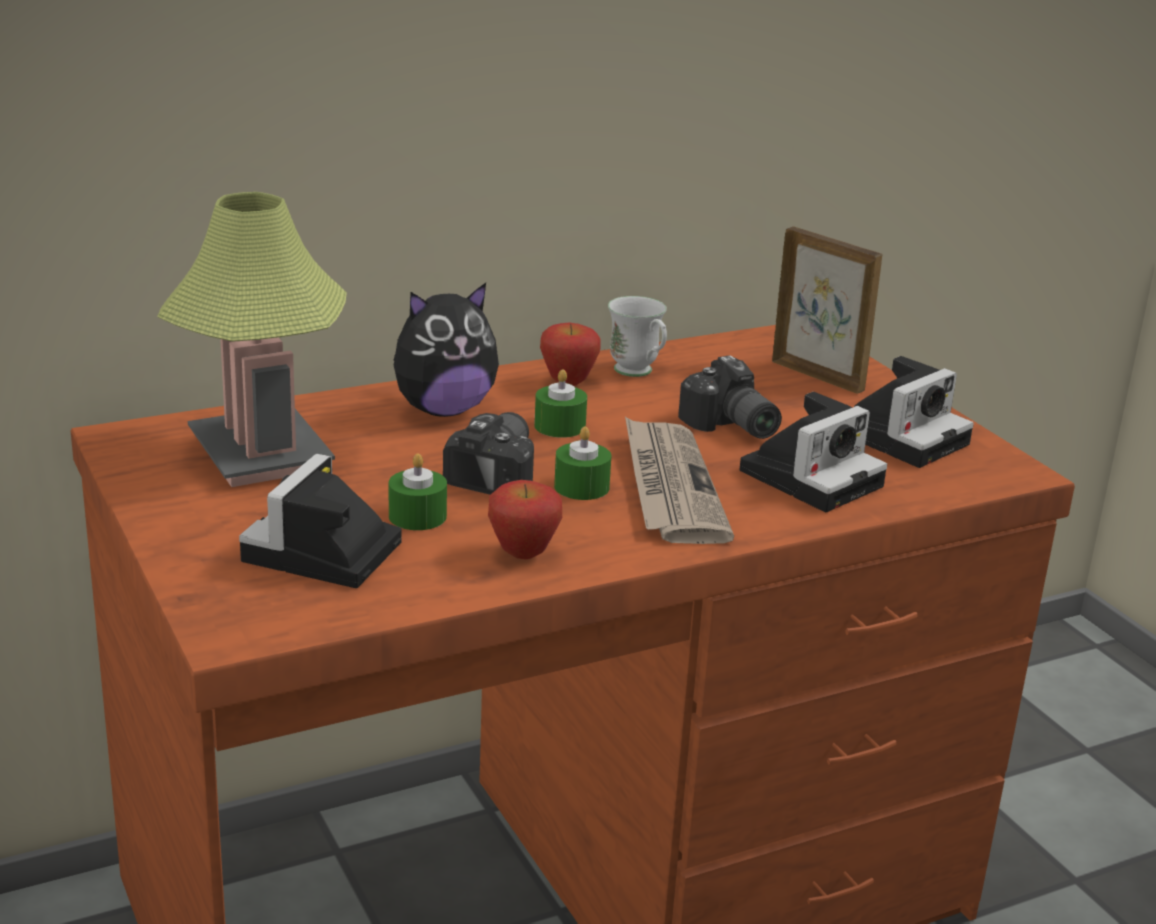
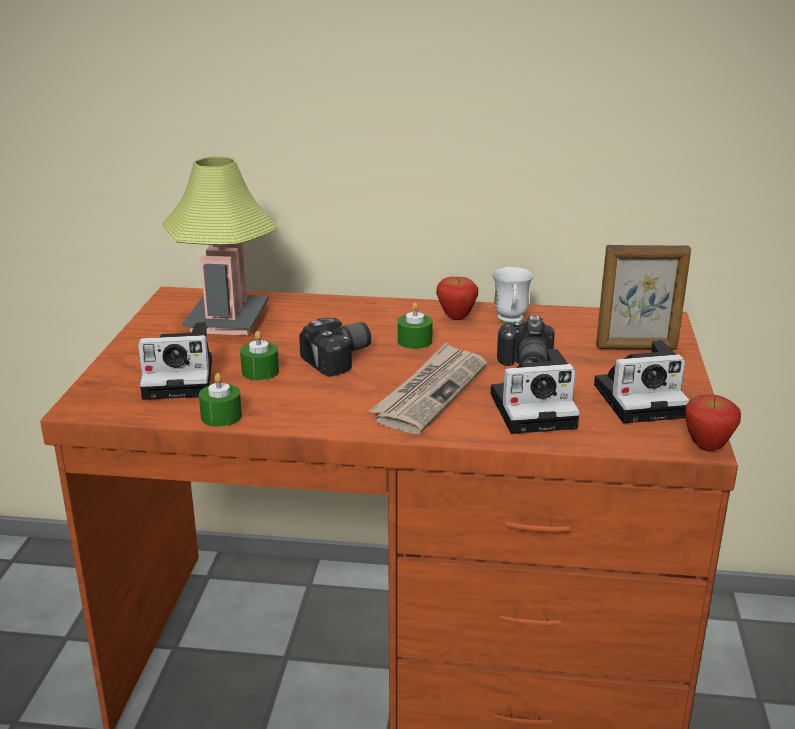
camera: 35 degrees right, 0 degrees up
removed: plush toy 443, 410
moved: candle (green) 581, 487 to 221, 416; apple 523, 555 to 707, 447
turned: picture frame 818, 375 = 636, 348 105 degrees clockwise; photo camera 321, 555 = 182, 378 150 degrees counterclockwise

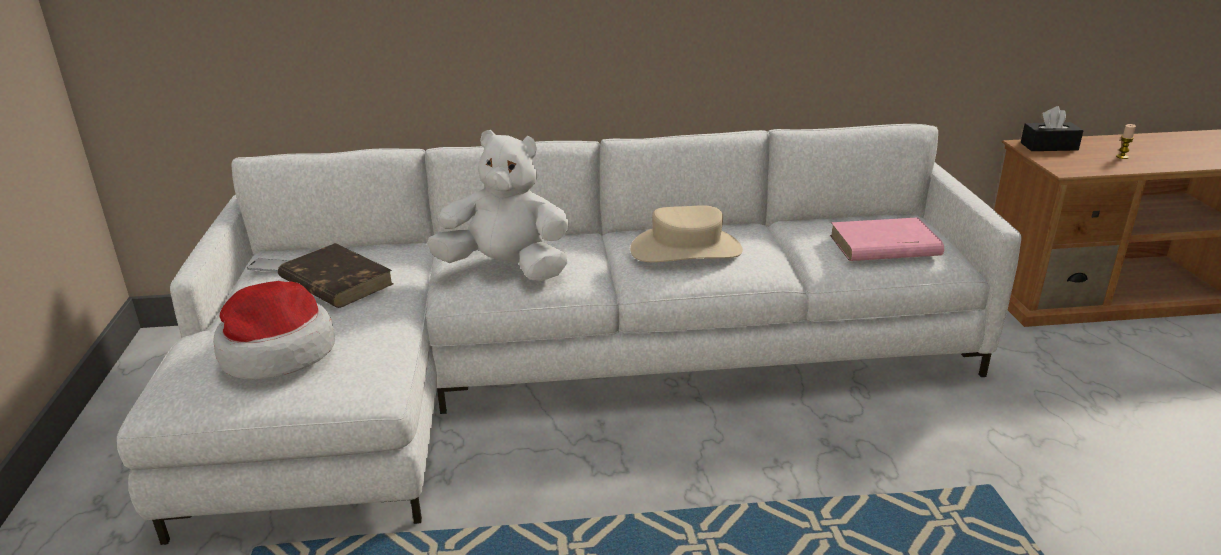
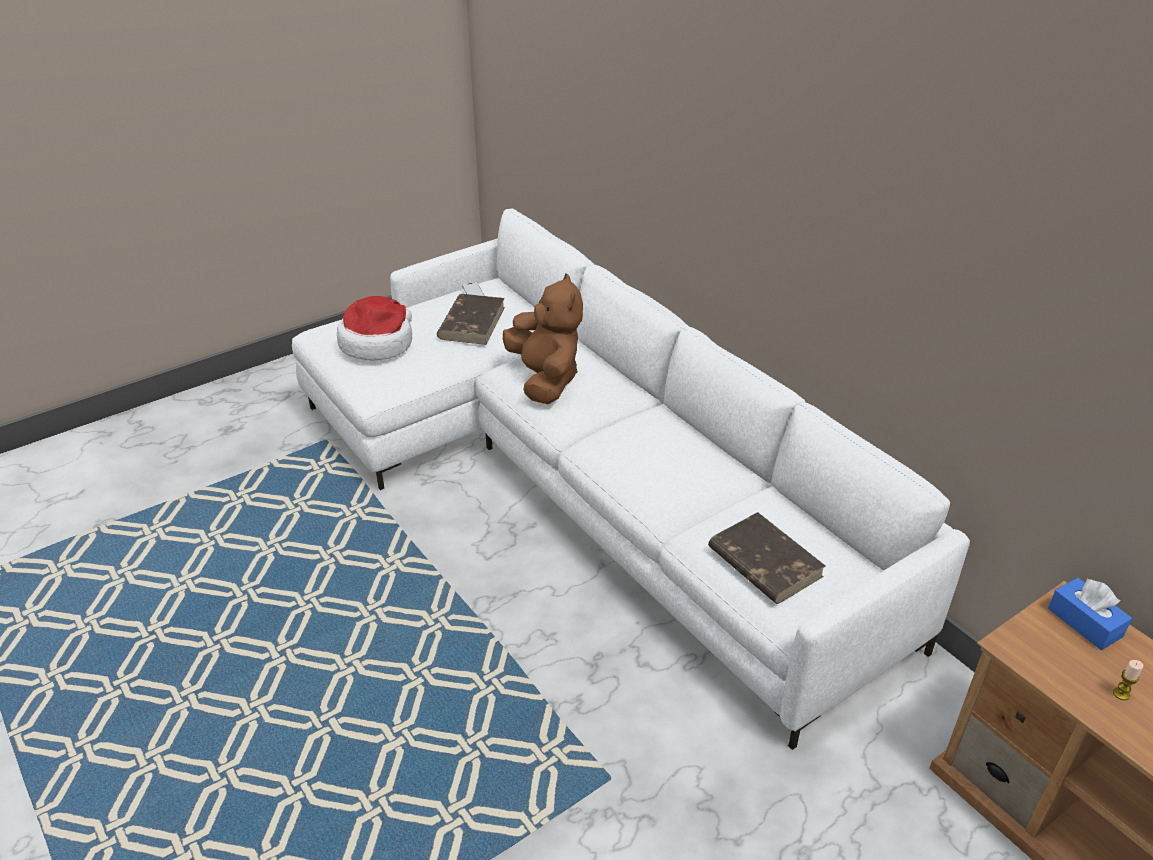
camera: 60 degrees right, 10 degrees up
removed: hat (beige) 686, 249
recoloured: tissue box (black) 1049, 146 to tissue box (blue) 1084, 622; plush toy (white) 506, 269 to plush toy (brown) 545, 379; book (pink) 883, 246 to book (brown) 764, 562

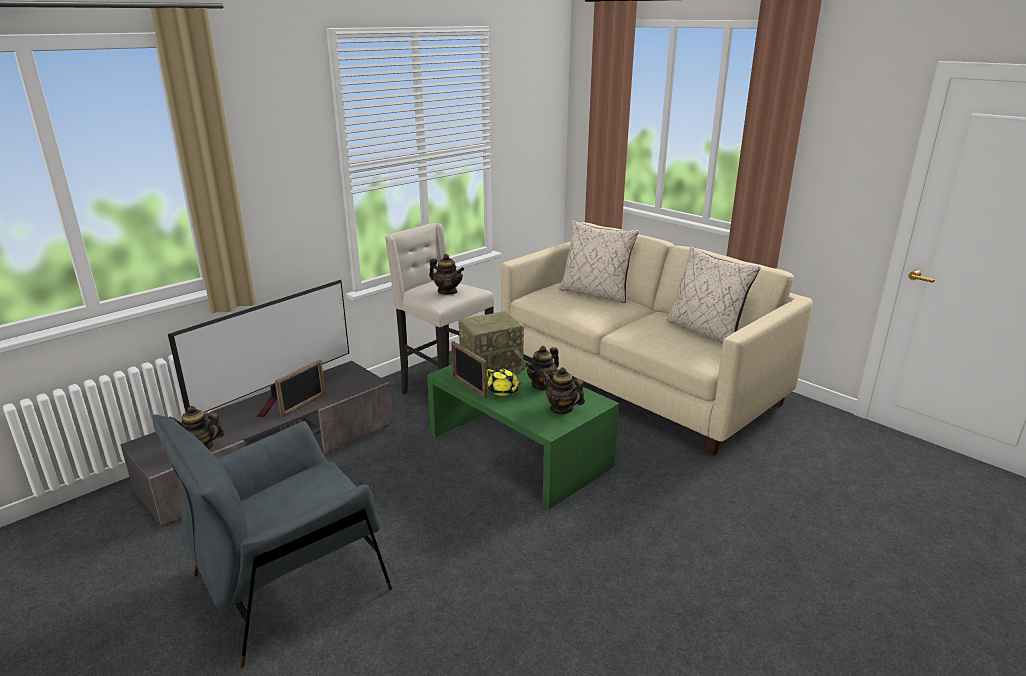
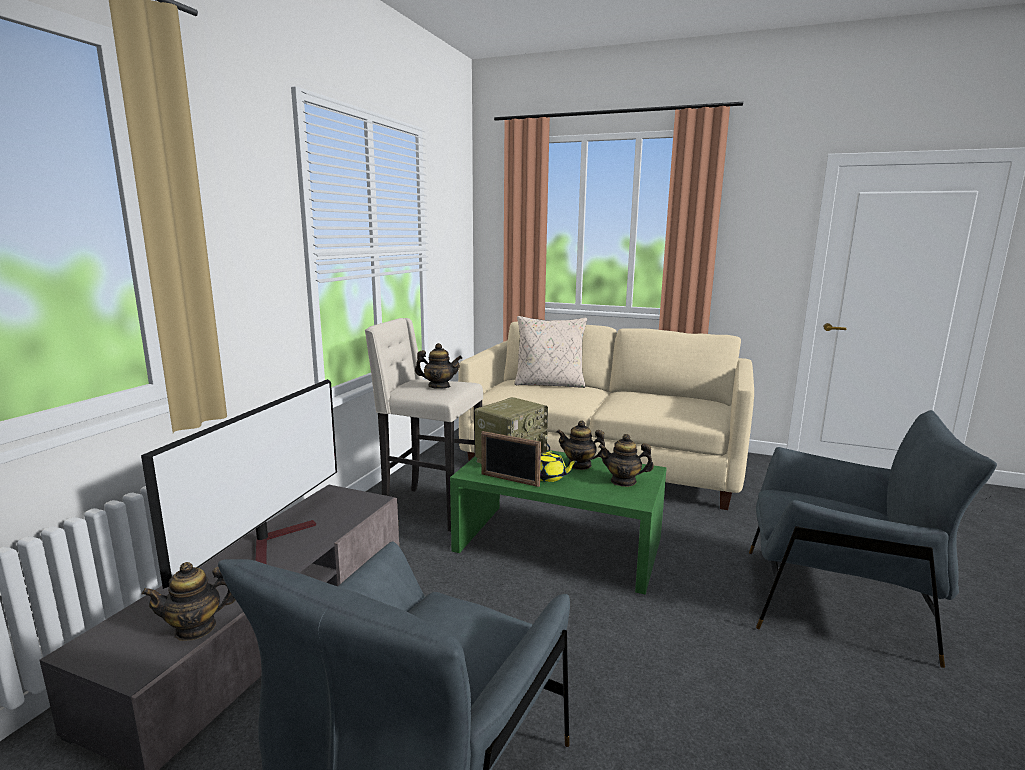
camera: 25 degrees left, 10 degrees down
removed: pillow (beige) 705, 331; picture frame 304, 405
added: armchair (grey) 835, 602
turned: teapot 542, 385 = 580, 465 90 degrees clockwise

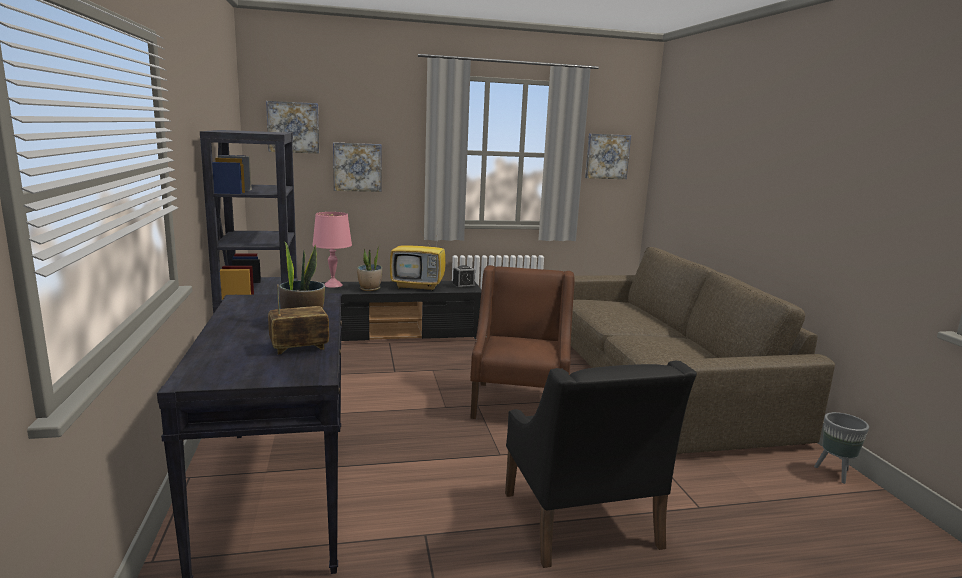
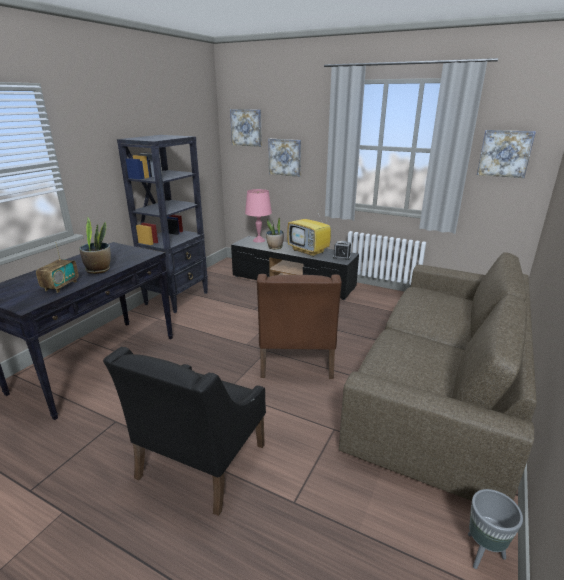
camera: 40 degrees right, 10 degrees up
turned: armchair (brown) 520, 403 = 296, 359 135 degrees clockwise; radio 299, 348 = 61, 286 90 degrees clockwise

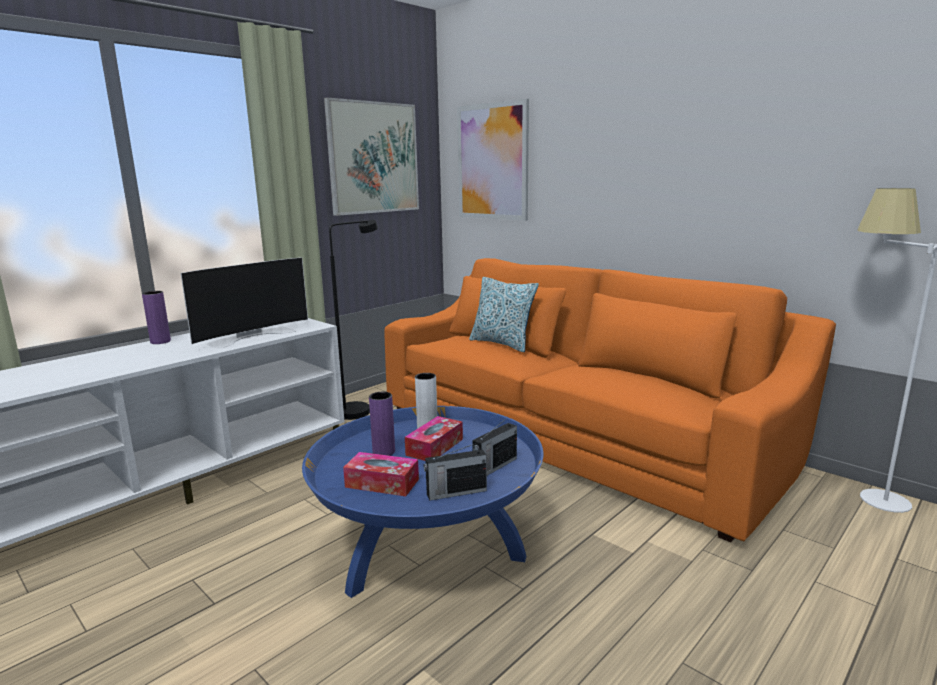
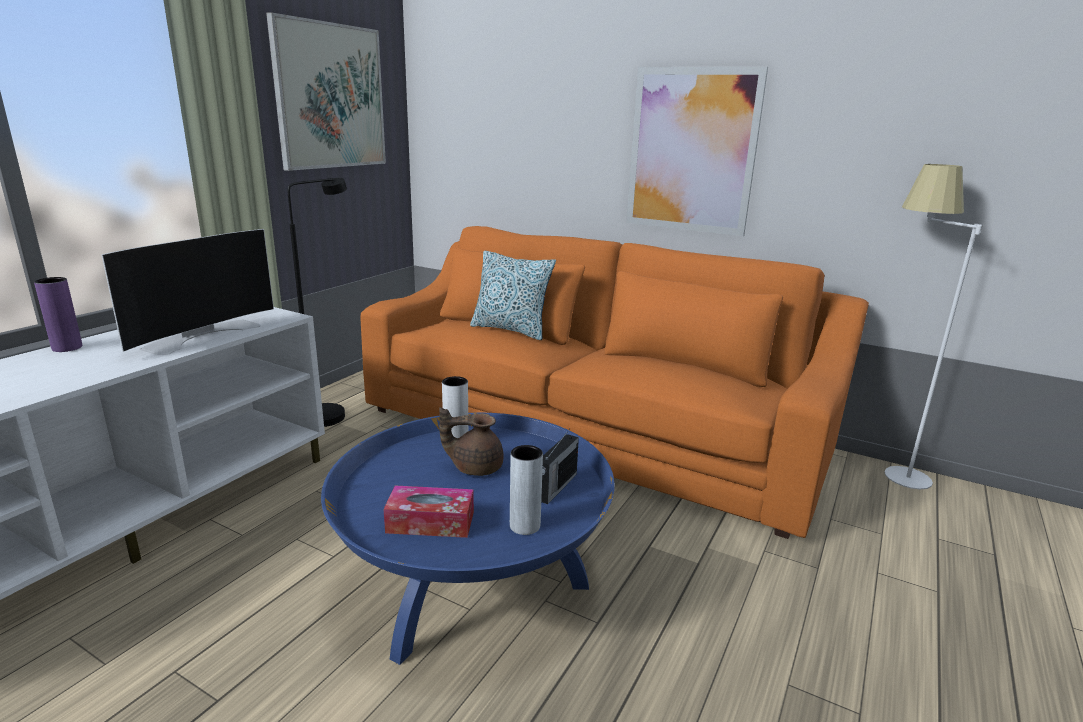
camera: 15 degrees left, 5 degrees up
removed: vase (purple) 383, 452
moved: picture 492, 162 to 692, 151
replaced: tissue box 434, 447 to teapot (brown) 475, 467; radio 455, 492 to vase (grey) 525, 526

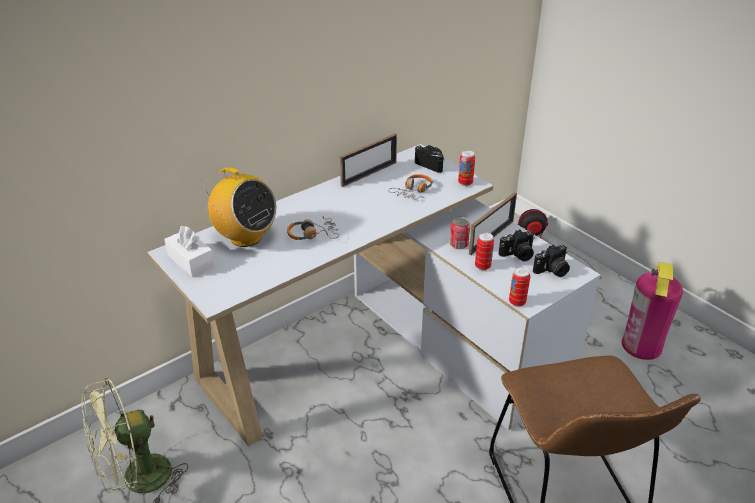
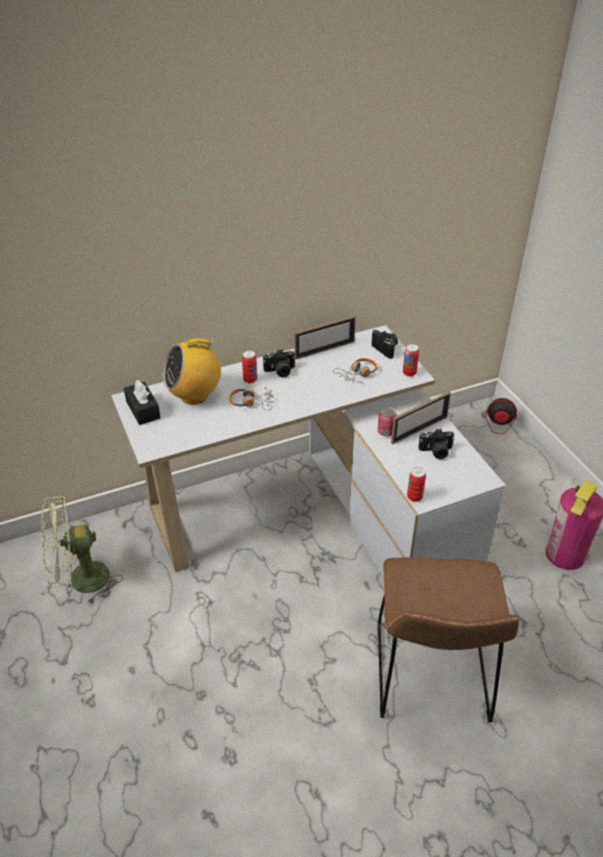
camera: 15 degrees right, 5 degrees up
moved: can 482, 266 to 250, 380; photo camera 552, 271 to 280, 371
recoloured: tissue box (white) 191, 261 to tissue box (black) 143, 410
turned: radio 245, 237 = 194, 395 105 degrees clockwise

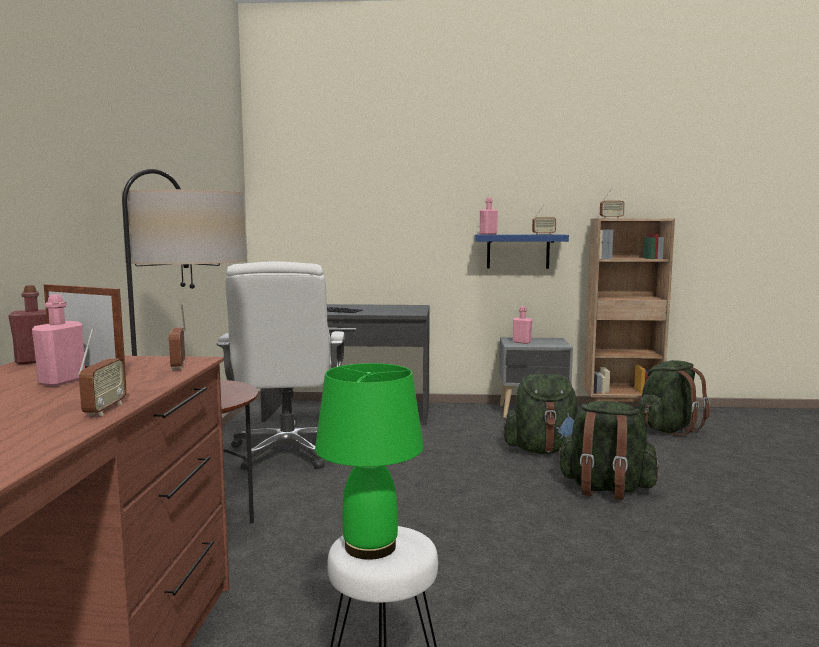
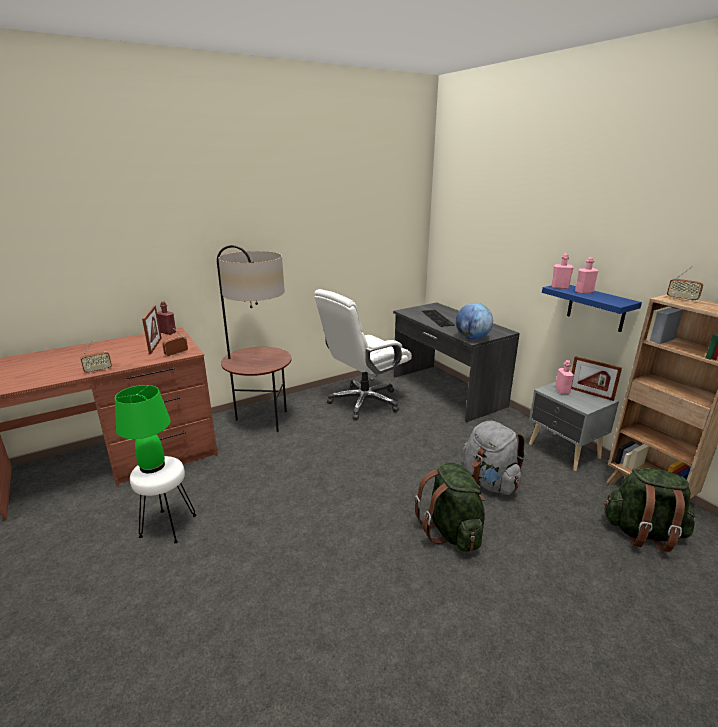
camera: 55 degrees right, 15 degrees up
removed: radio 543, 234
added: globe 472, 338; picture frame 590, 394
moved: bottle (pink) 62, 381 to 584, 292
recoloured: backpack (green) 544, 450 to backpack (grey) 489, 482

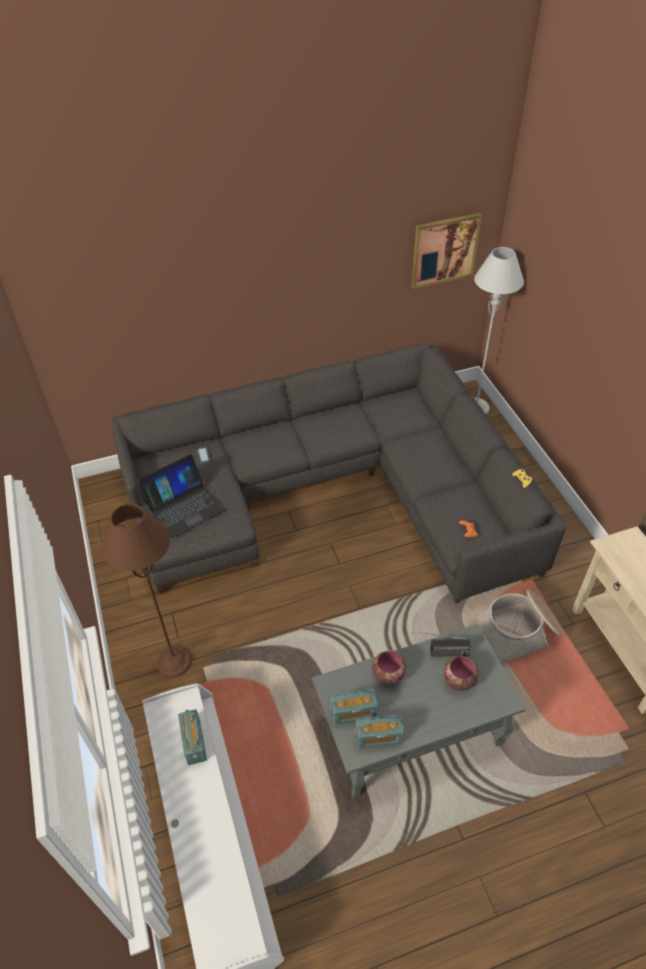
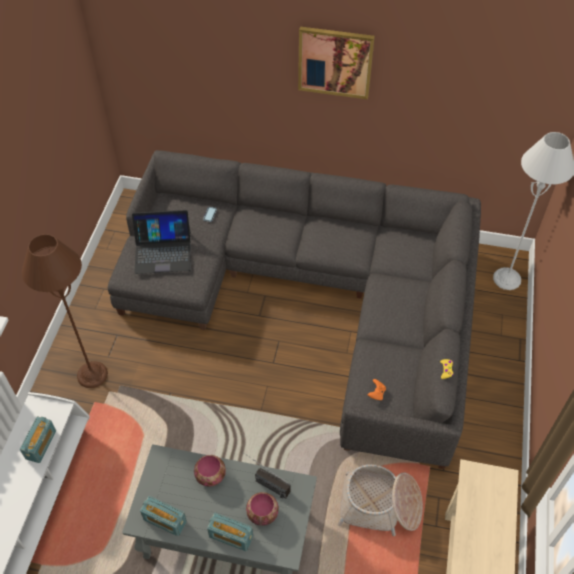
camera: 30 degrees right, 5 degrees up
moved: picture 444, 250 to 335, 62; radio 353, 712 to 231, 536

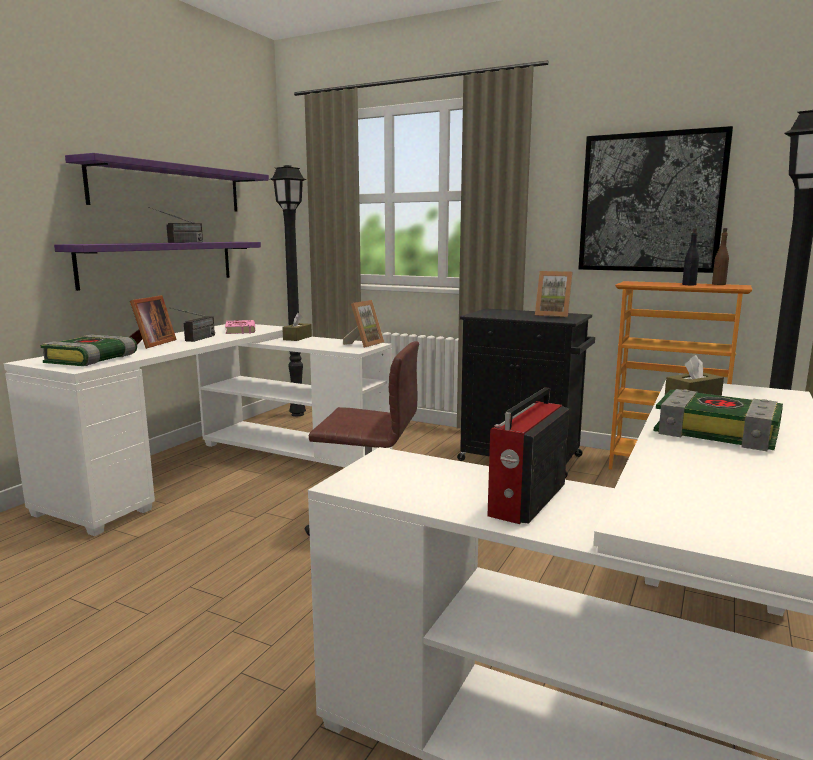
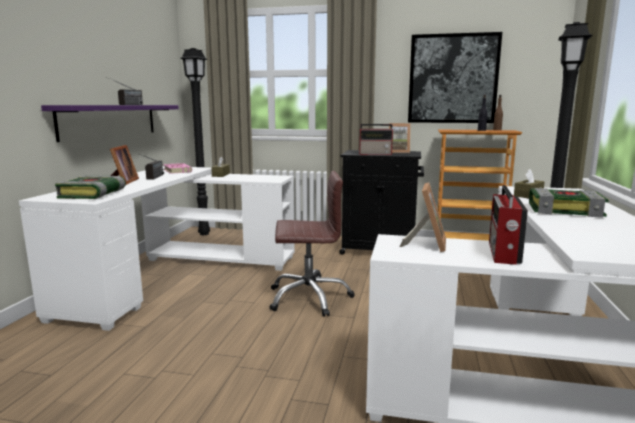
camera: 15 degrees left, 0 degrees up
removed: shelf (purple) 169, 188
added: radio 376, 154
moved: picture frame 364, 344 to 426, 244

